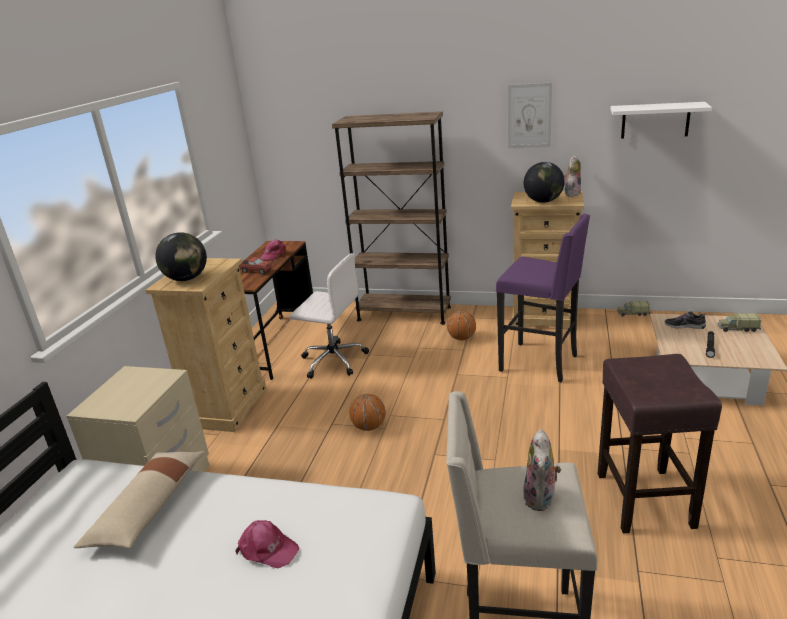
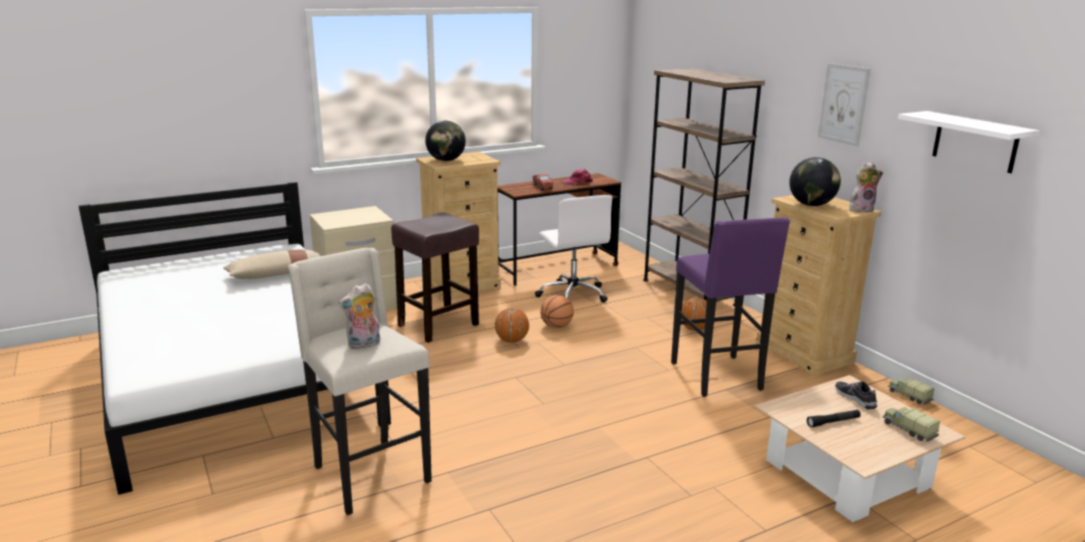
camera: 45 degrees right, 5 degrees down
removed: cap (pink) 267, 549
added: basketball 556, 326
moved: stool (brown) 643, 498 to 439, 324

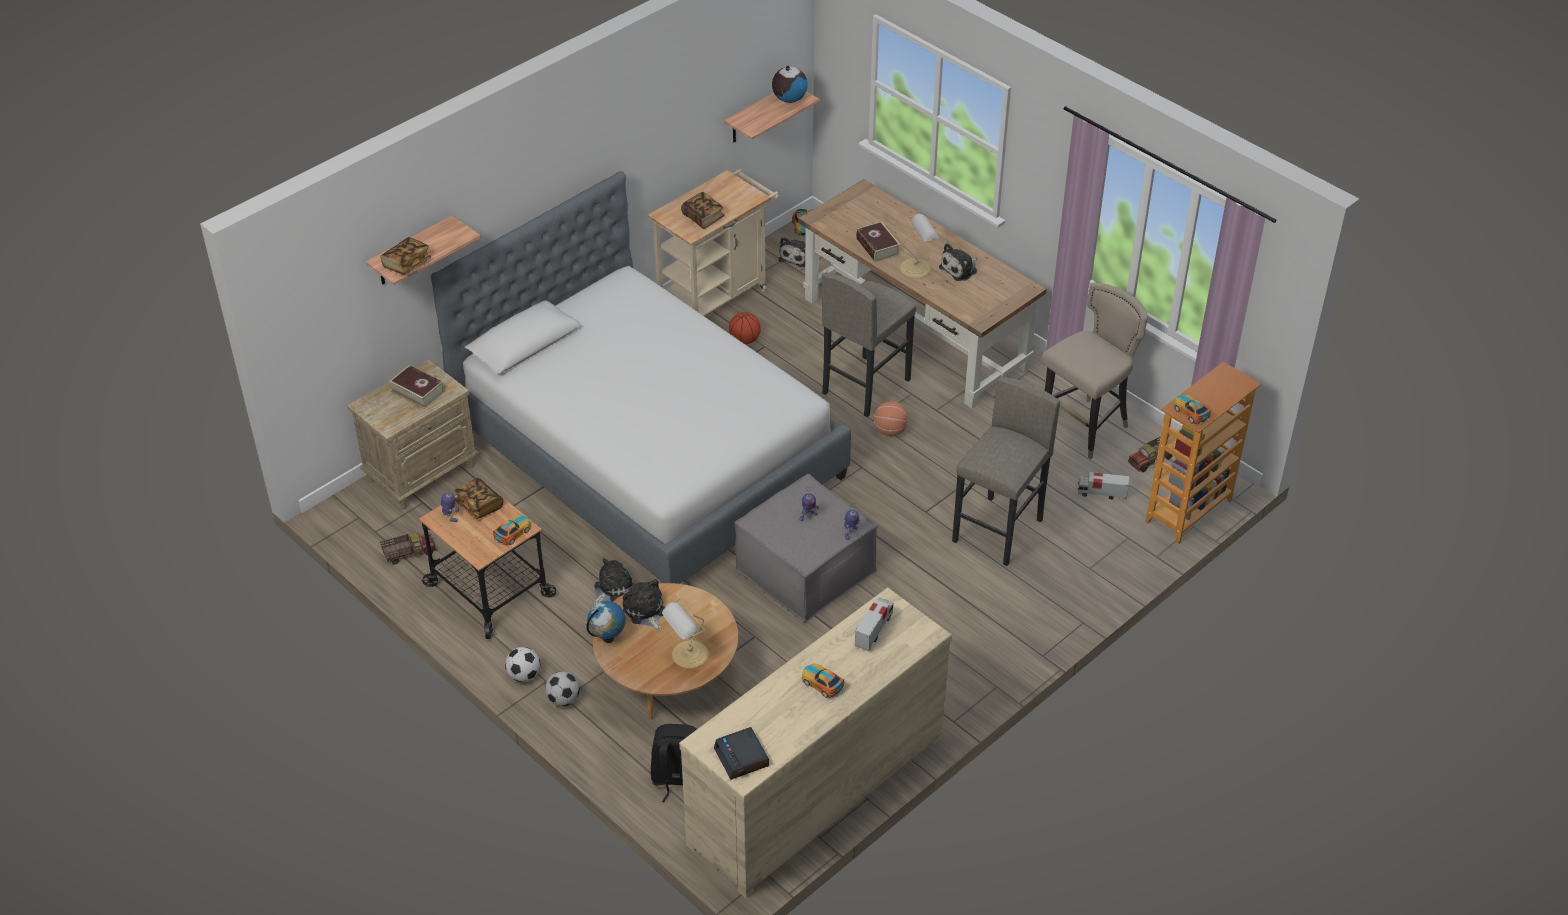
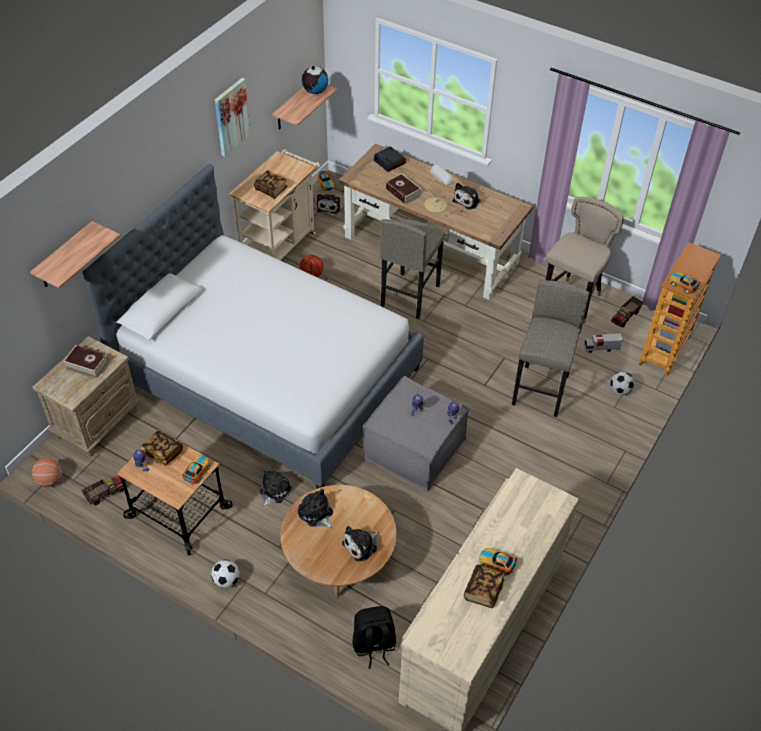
camera: 15 degrees left, 5 degrees up
removed: toy truck 874, 630; globe 608, 638
added: picture 231, 116
moved: book 407, 264 to 483, 591; basketball 890, 431 to 50, 480; football 564, 700 to 620, 390; alarm clock 742, 758 to 390, 162
replaced: table lamp 688, 655 to plush toy 361, 545

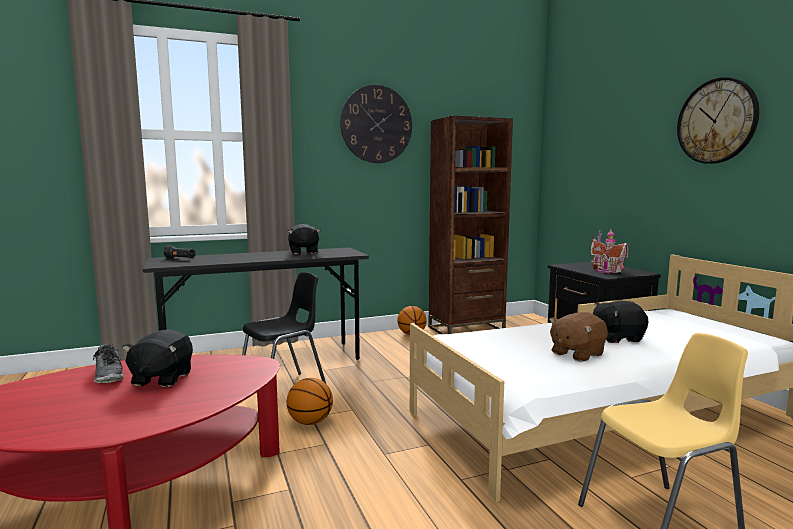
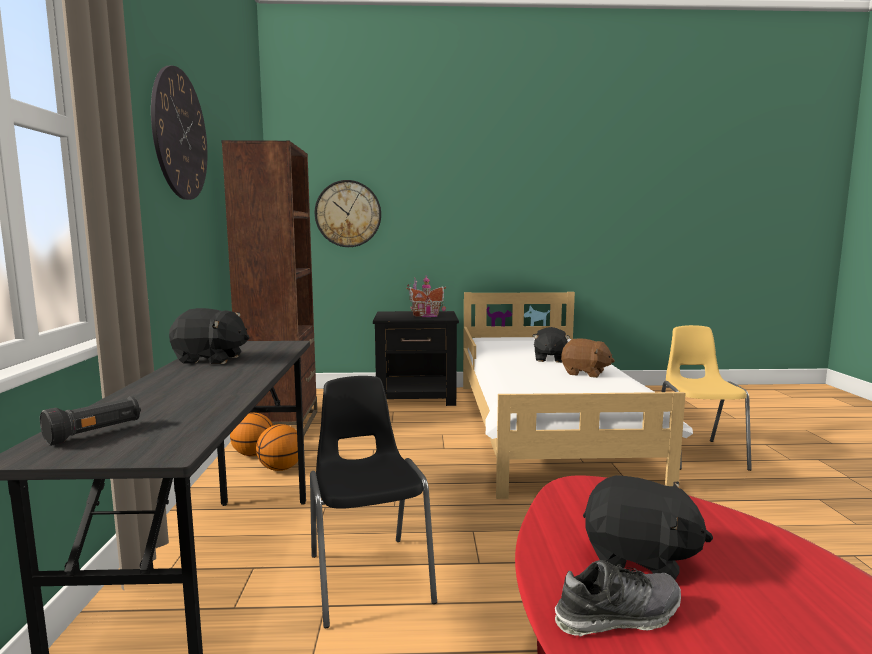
camera: 70 degrees left, 0 degrees up
moved: wall clock 716, 121 to 348, 214; basketball 310, 422 to 281, 468
turned: plush toy (brown) 576, 354 = 585, 373 45 degrees counterclockwise

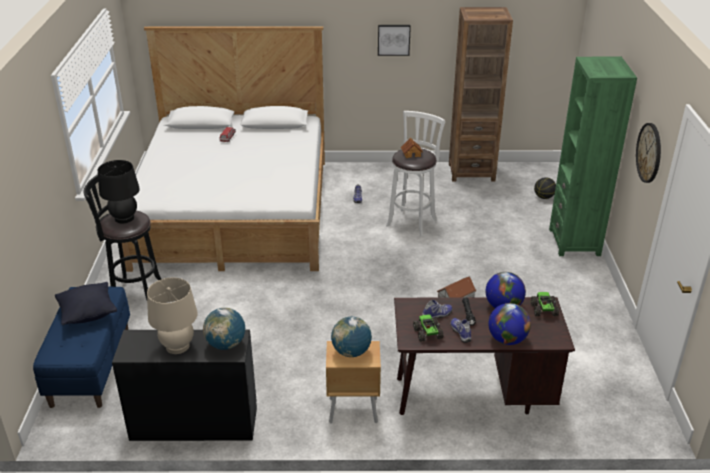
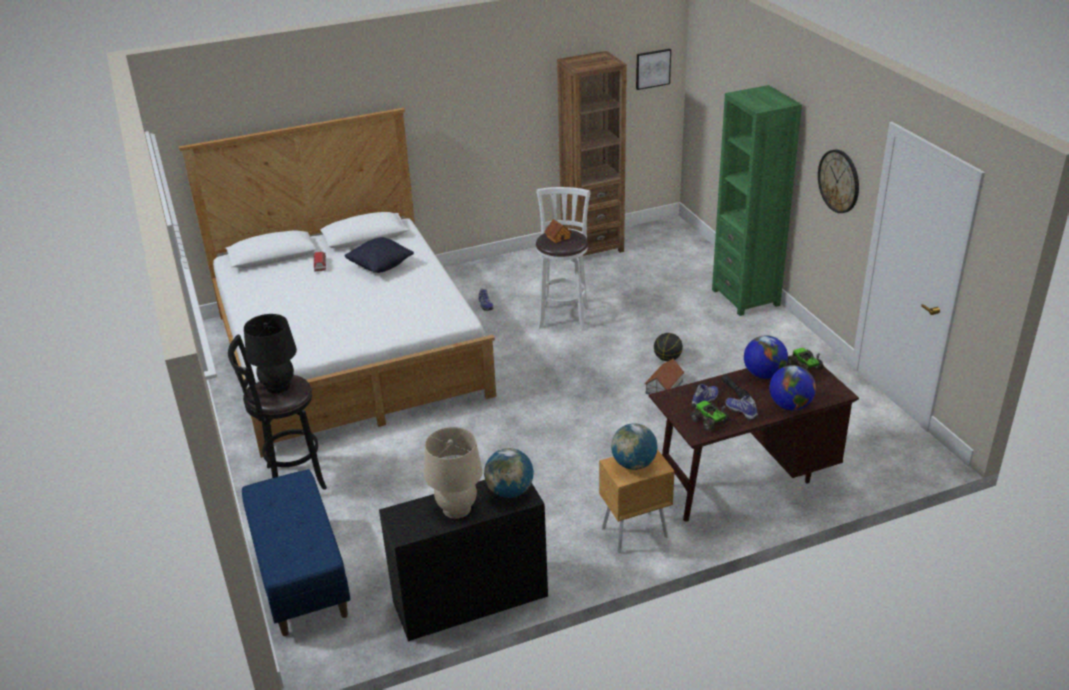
camera: 20 degrees left, 0 degrees up
moved: picture 393, 39 to 652, 68; basketball 544, 197 to 667, 358; pillow (black) 88, 314 to 380, 267

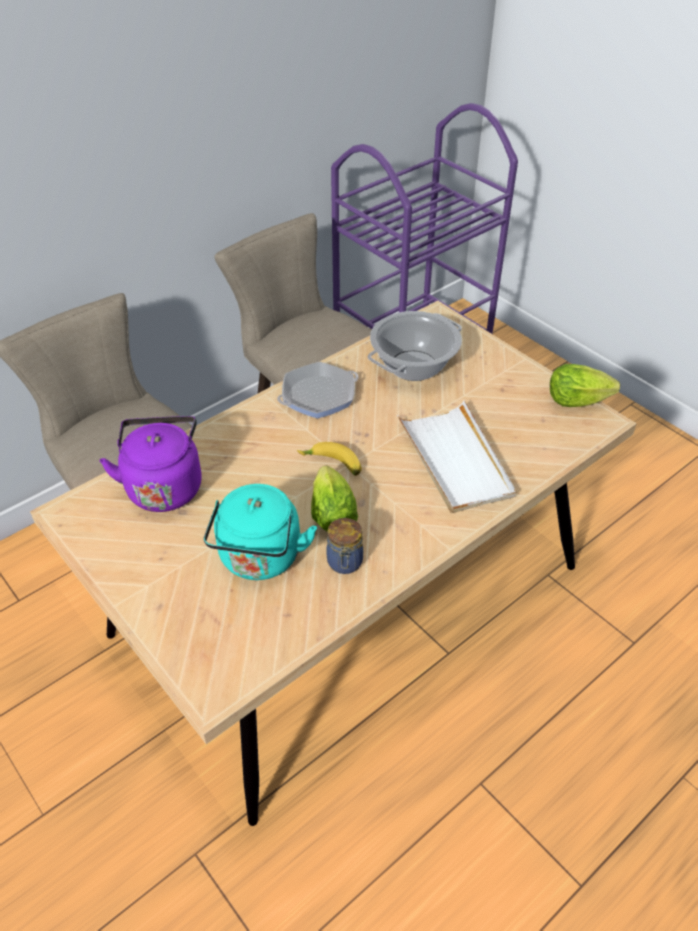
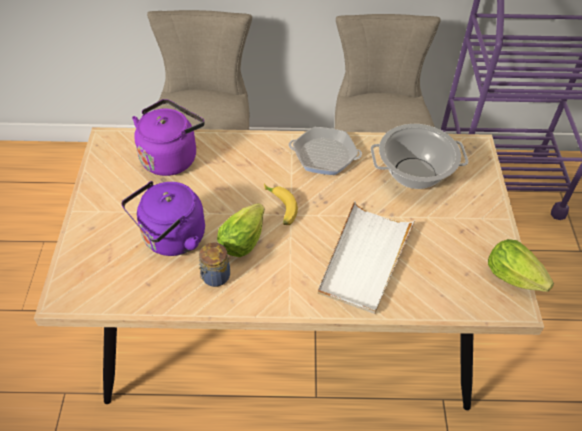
camera: 40 degrees right, 5 degrees up
recoloured: kettle (turquoise) 260, 559 to kettle (purple) 171, 239

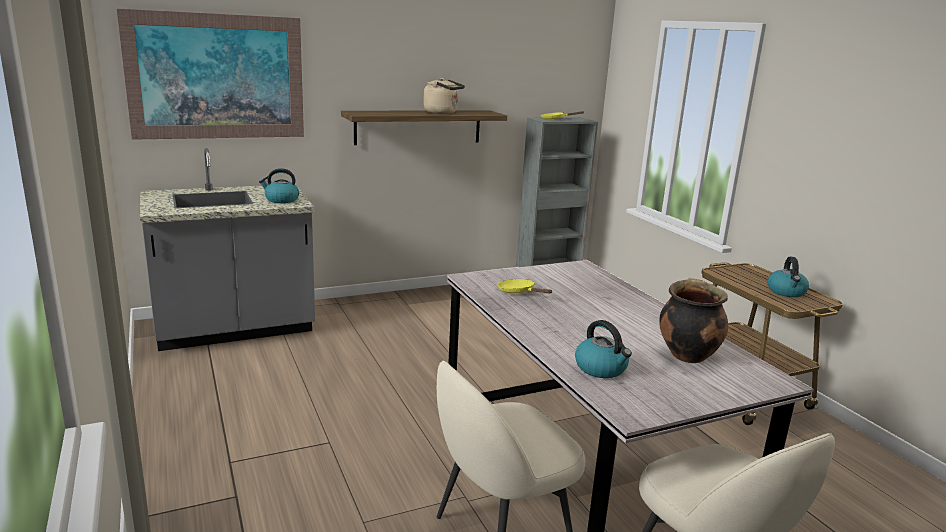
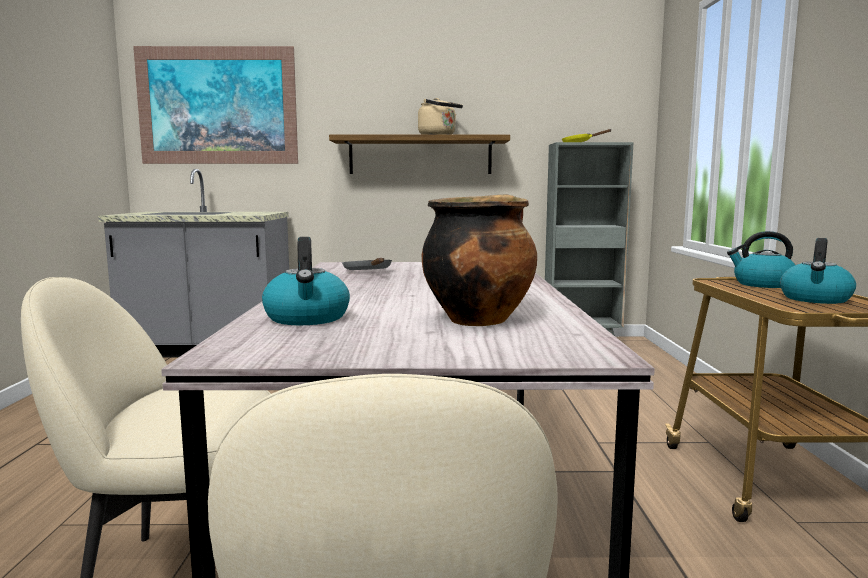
camera: 25 degrees right, 10 degrees down
moved: kettle 281, 200 to 762, 284
recoloured: frying pan (yellow) 519, 292 to frying pan (grey) 368, 272

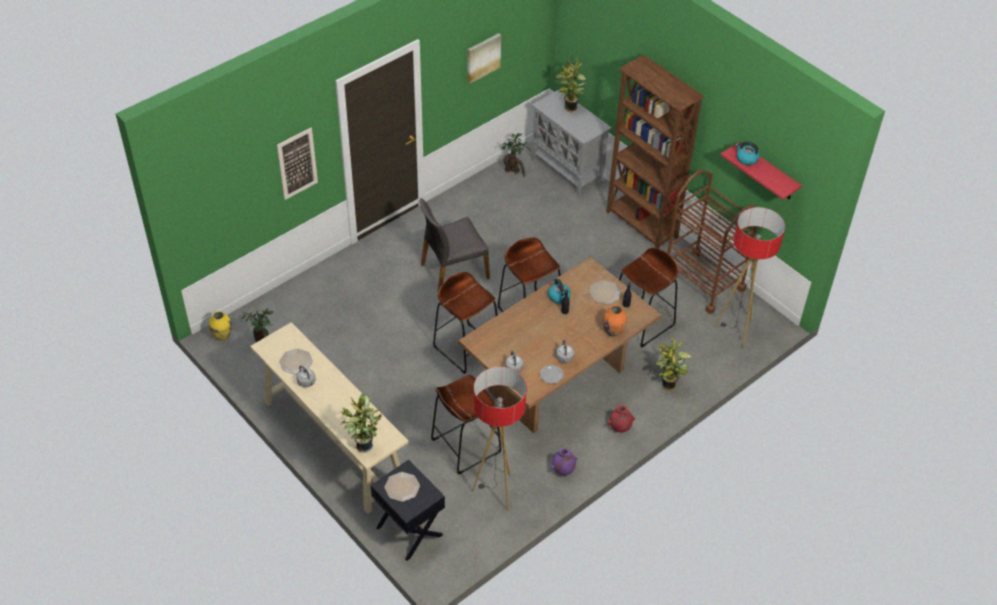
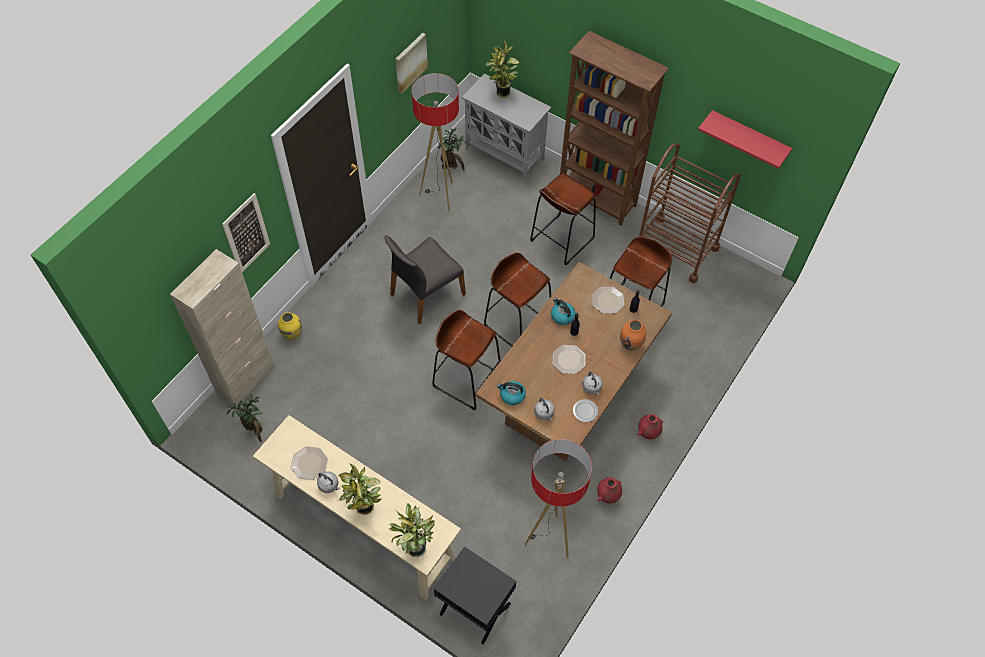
camera: 15 degrees left, 10 degrees up
added: cabinet (beige) 246, 379
moved: kettle 746, 159 to 512, 395; floor lamp 735, 332 to 440, 196; vase (yellow) 222, 335 to 292, 334; potted plant 668, 386 to 364, 509; stool (brown) 465, 446 to 561, 239; plate 401, 487 to 568, 360
recoloured: vase (purple) 563, 470 to vase (red) 608, 496

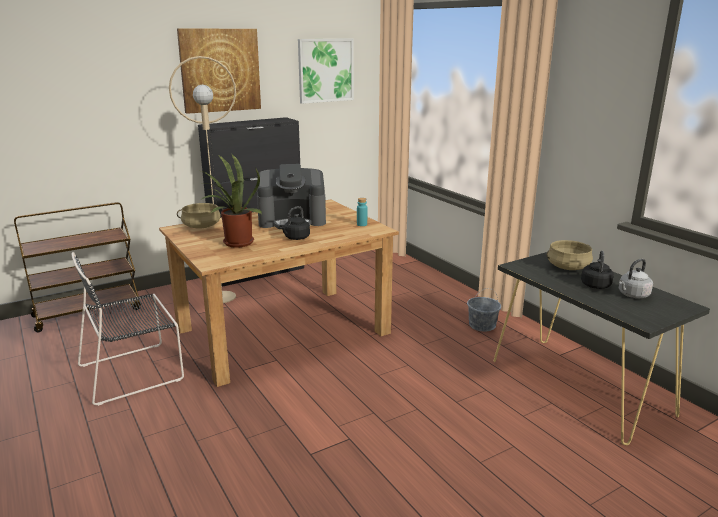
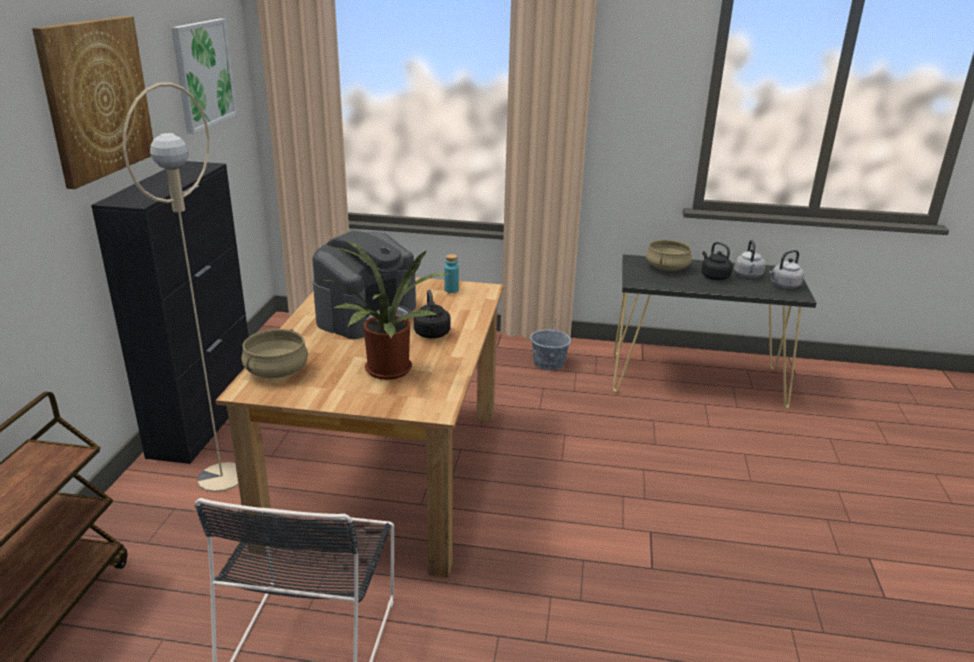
camera: 50 degrees left, 5 degrees up
added: kettle (grey) 784, 285

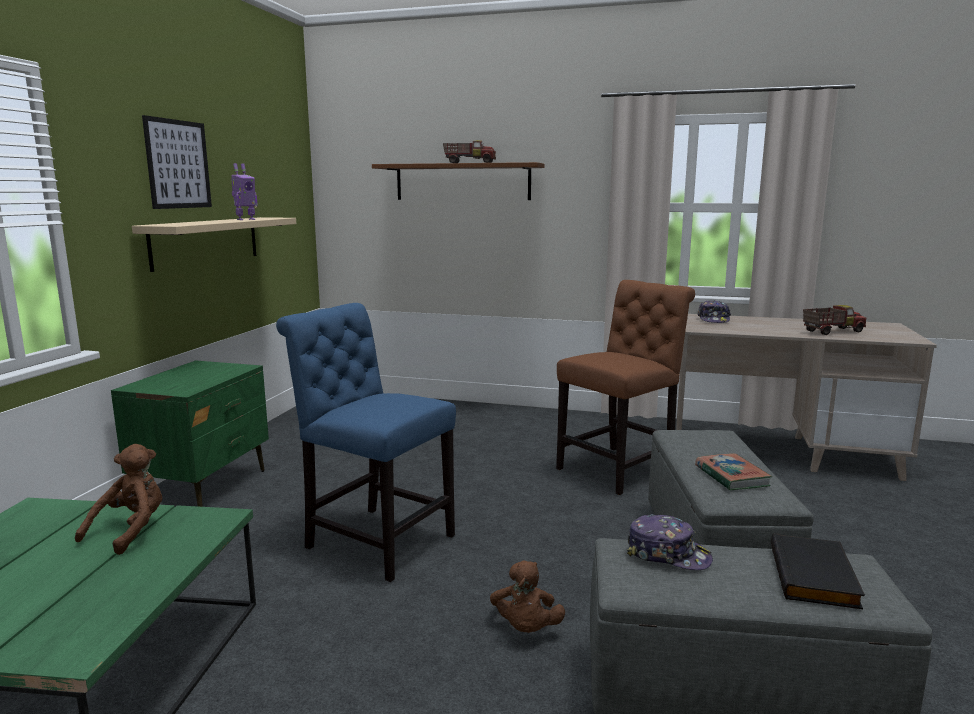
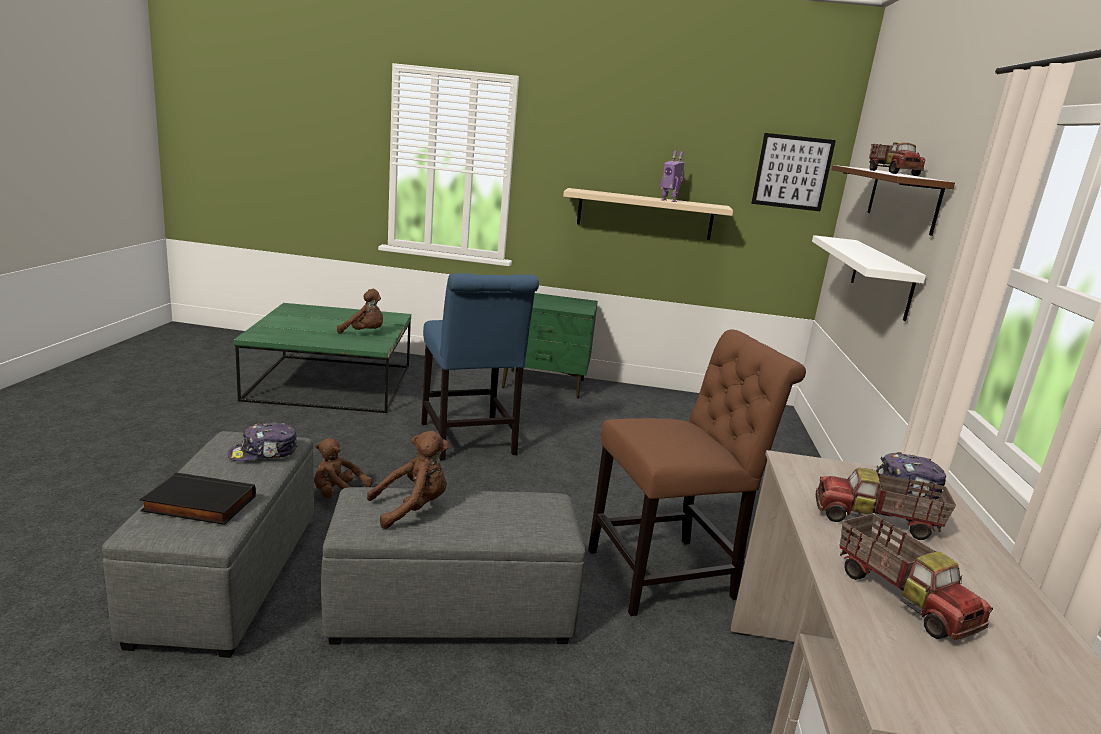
camera: 80 degrees right, 5 degrees up
added: shelf (white) 881, 277; toy truck 876, 521
moved: picture 178, 164 to 792, 172
replaced: book 731, 476 to plush toy (brown) 412, 508
turned: chair (brown) 620, 468 = 669, 574 60 degrees counterclockwise; chair (blue) 374, 540 = 469, 441 135 degrees clockwise; cap 668, 554 = 263, 453 45 degrees clockwise

